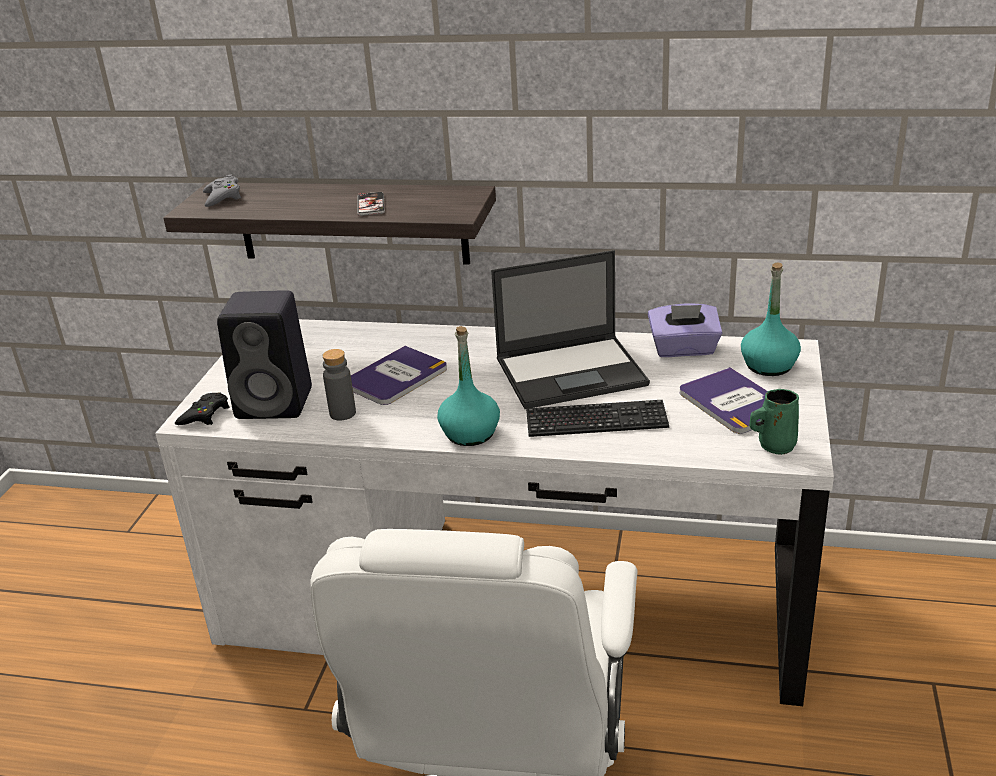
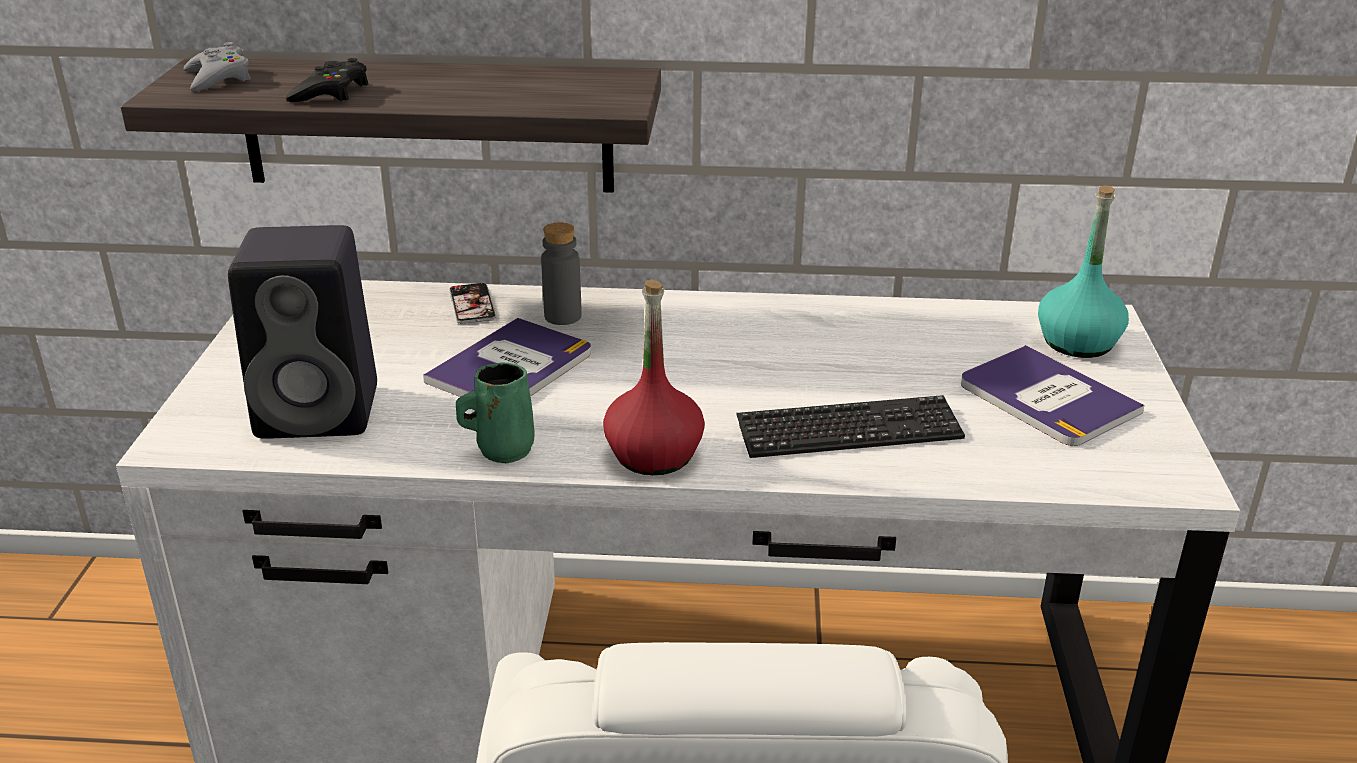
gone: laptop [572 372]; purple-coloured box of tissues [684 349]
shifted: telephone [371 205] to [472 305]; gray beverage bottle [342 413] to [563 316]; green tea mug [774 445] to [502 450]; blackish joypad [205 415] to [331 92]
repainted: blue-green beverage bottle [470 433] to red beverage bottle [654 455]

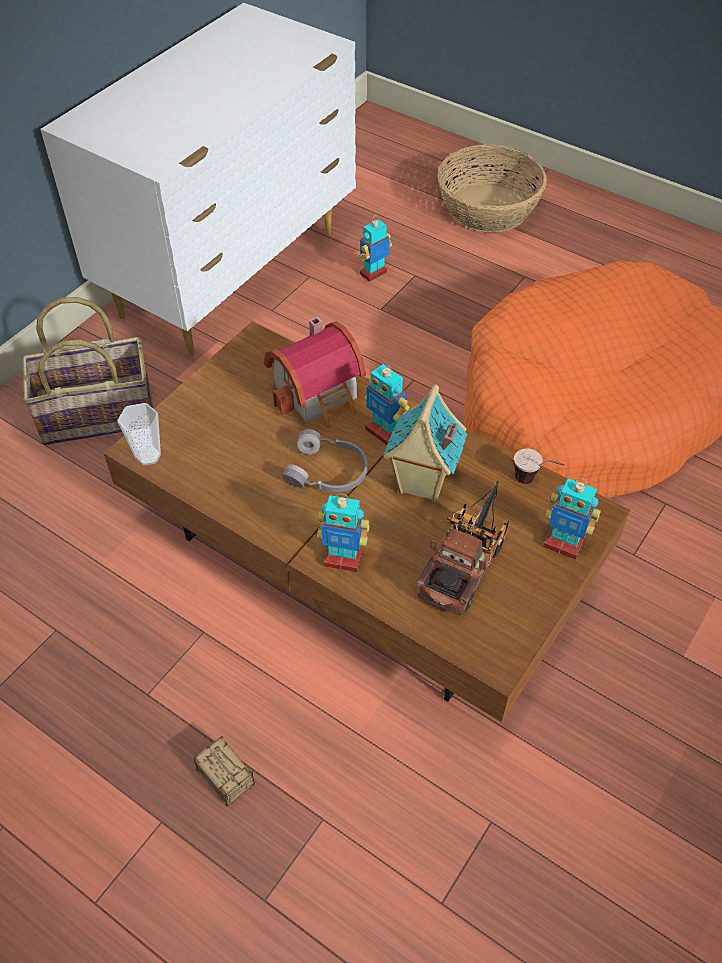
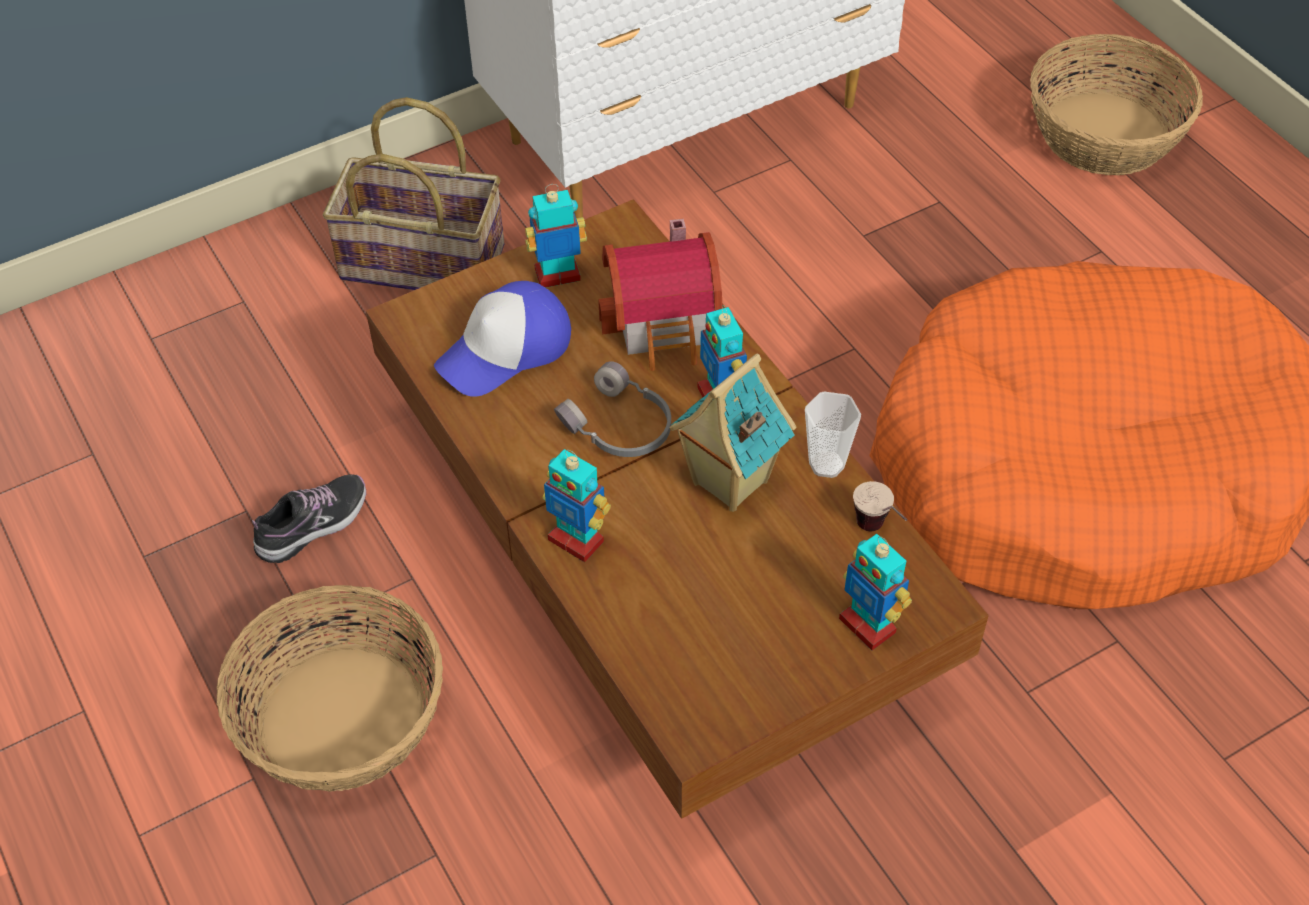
gone: toy truck [466 561]
new: cap [506 351]; item of footwear [313 525]
shifted: toy robot [373 273] to [558 276]; small cup [148 456] to [826 464]
swapped: storage container [205 751] to household basket [341 719]

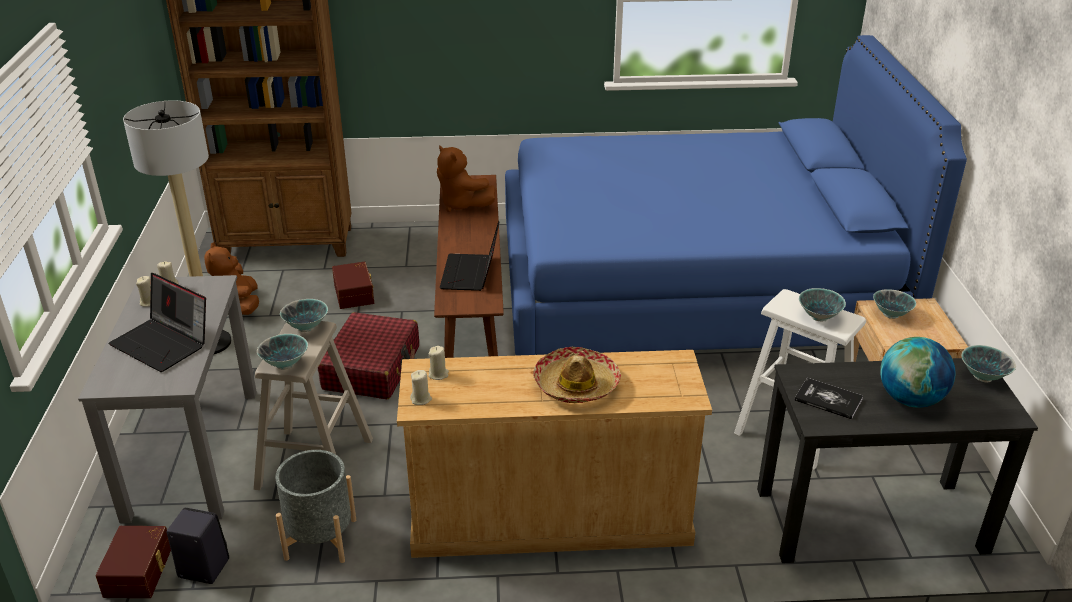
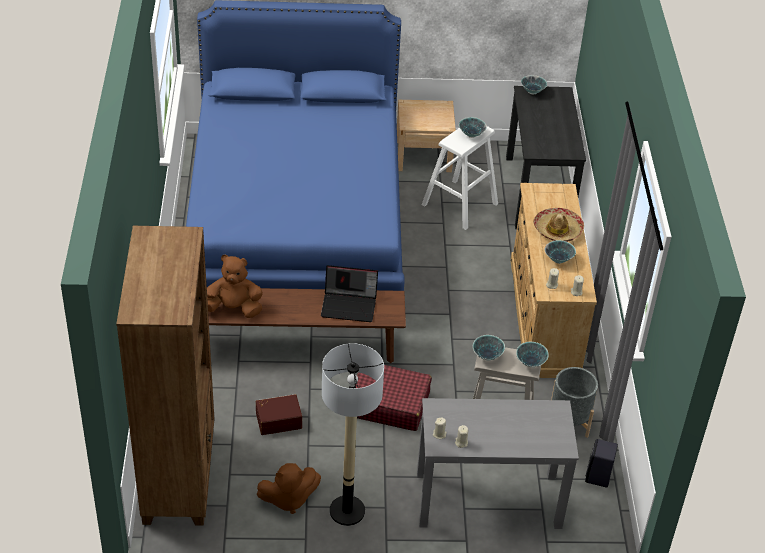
gone: laptop [164 343]; desk globe [910 399]; volume [828 400]; brown storage container [140 571]
shifted: deep dish [891 315] to [559 260]
rotated: brown soft toy [462 204] = [233 308] 135 degrees counterclockwise

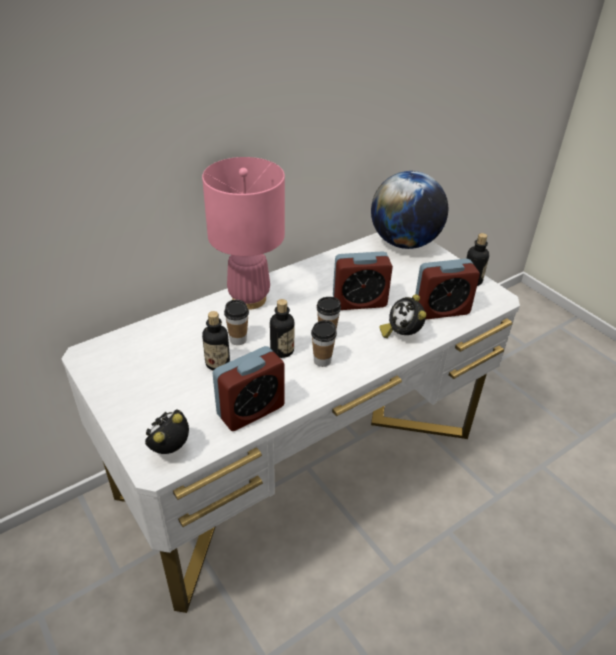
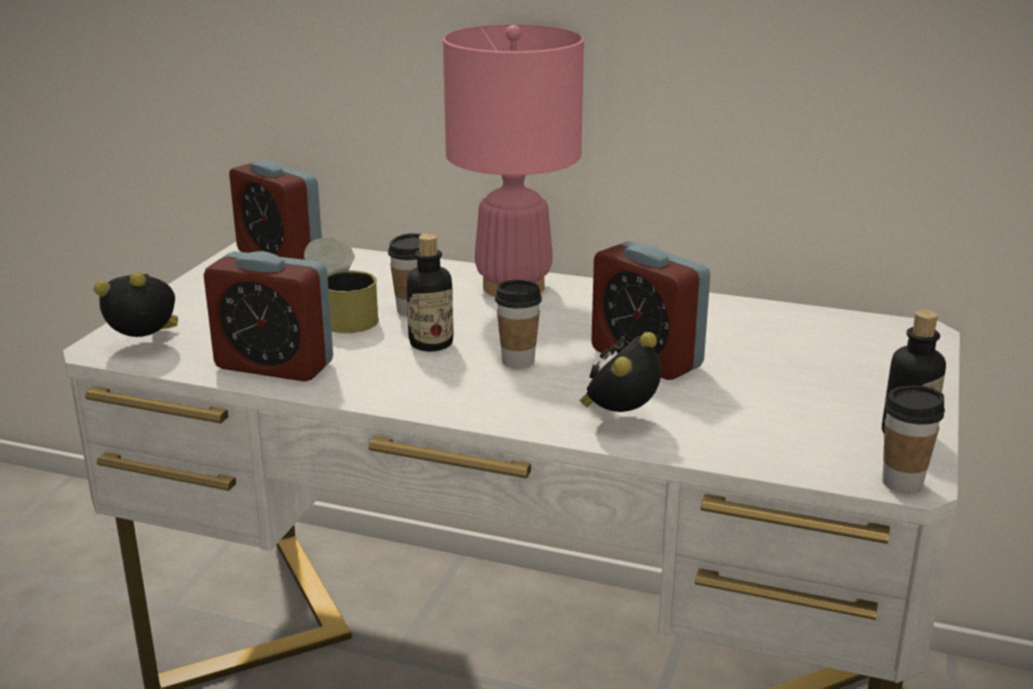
gone: desk globe [404 243]
shifted: table clock [441 310] to [280 256]; small cup [322 361] to [902 482]
swapped: beverage bottle [217 363] to metal can [343 315]

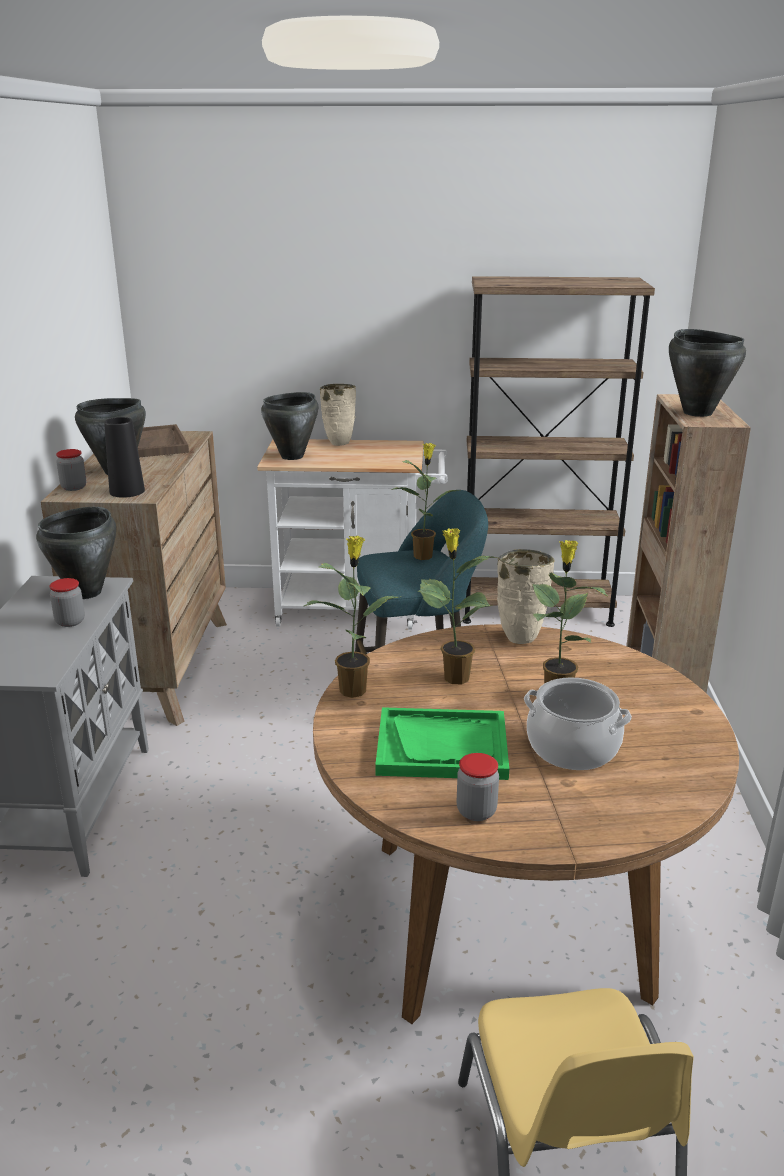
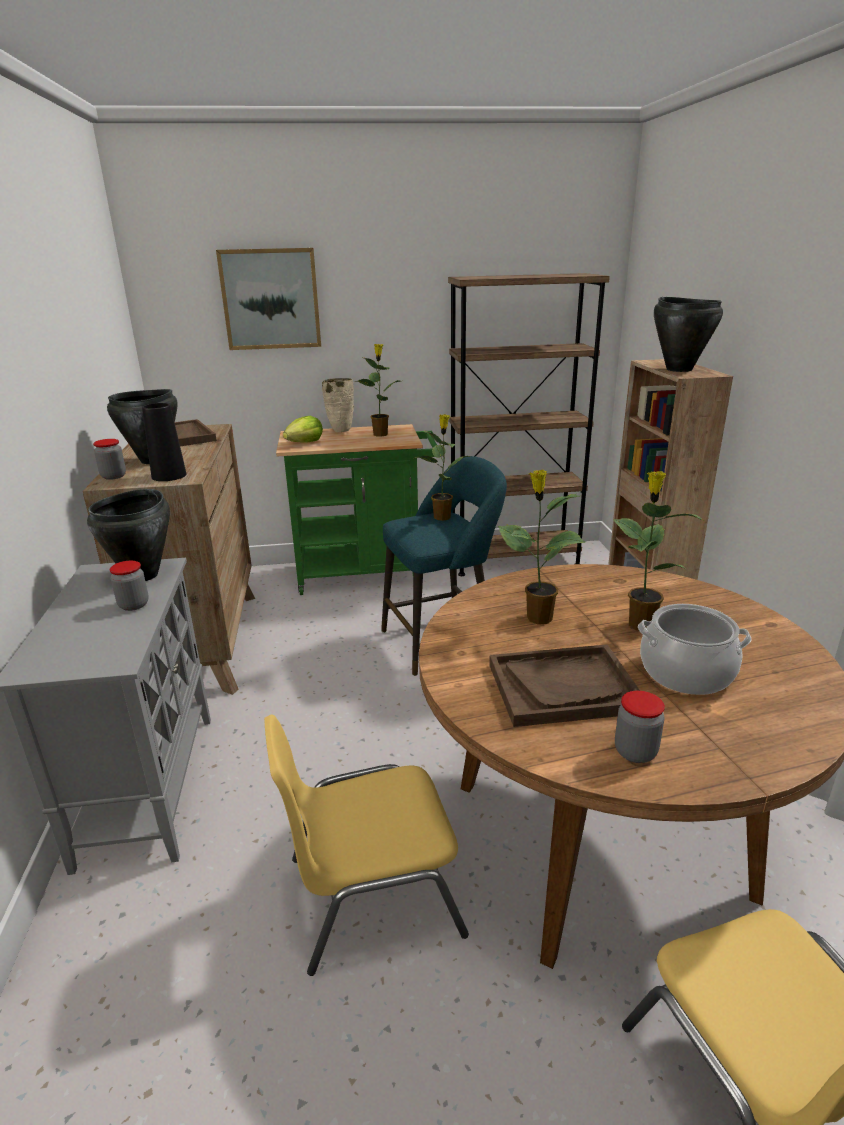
gone: beige-coloured decorative vase [521 636]
new: wall picture [271 299]; yellowish upright chair [371 894]
shifted: potted plant [354 689] to [380 434]
swapped: blackish saucepot [293 456] to lettuce [305 443]
repainted: whitish trolley [358 609] to green trolley [367 574]; green tray [442 747] to brown tray [563 687]

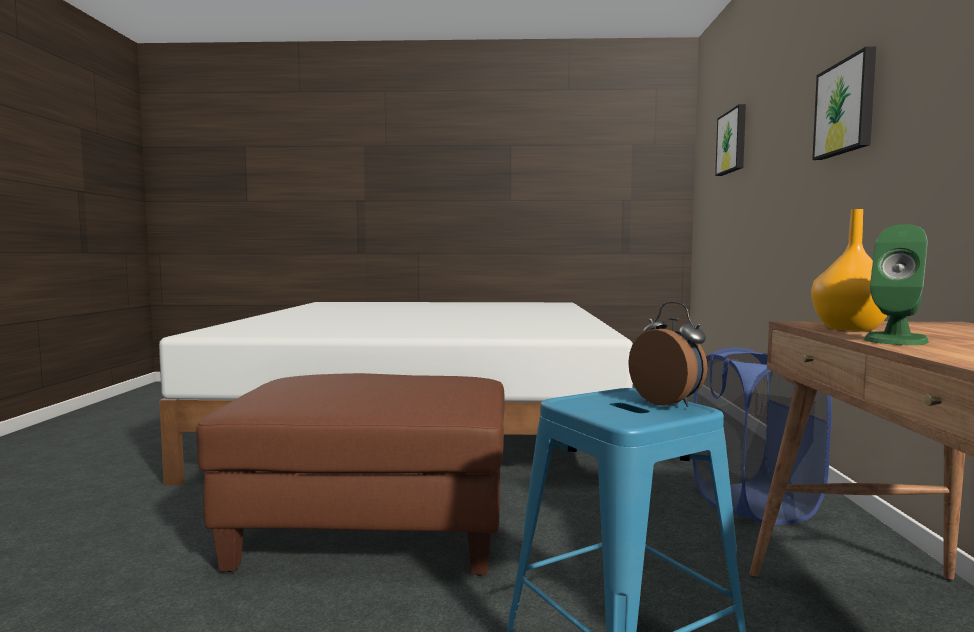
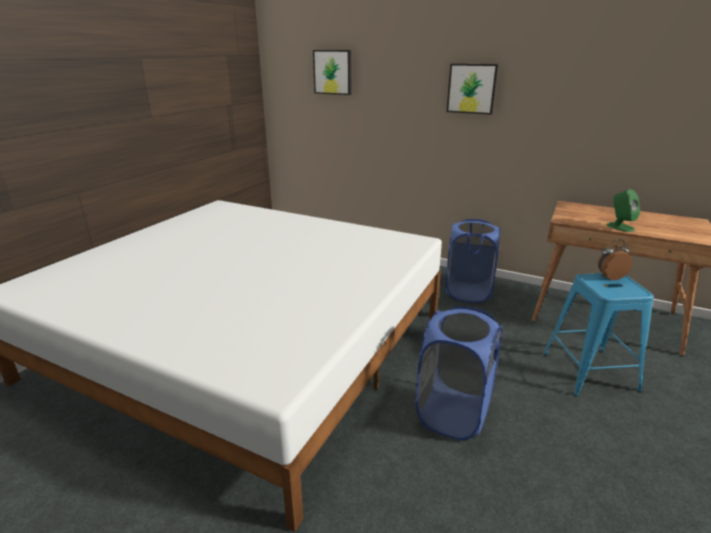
gone: orange-coloured decorative vase [849 328]
swapped: brown pouffe [374 531] to bluish hamper [453 413]

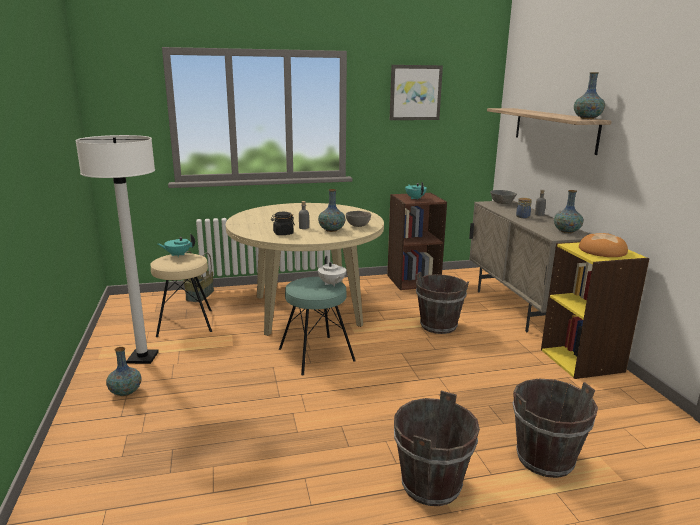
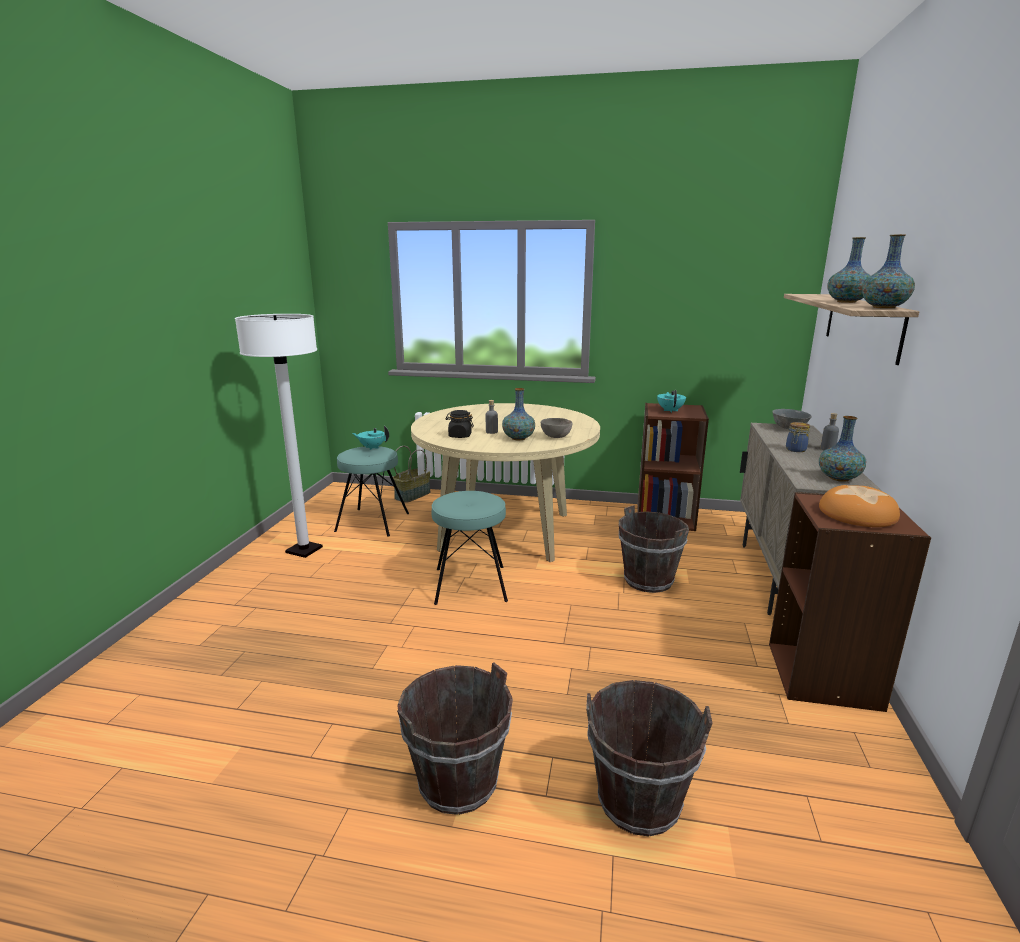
gone: wall picture [415 92]; whitish teapot [331 284]
shifted: decorative vase [125 392] to [846 302]
repainted: yellowish bookcase [582 360] to brown bookcase [824 676]; beige-coloured sitting stool [185 323] to blue-green sitting stool [373 522]

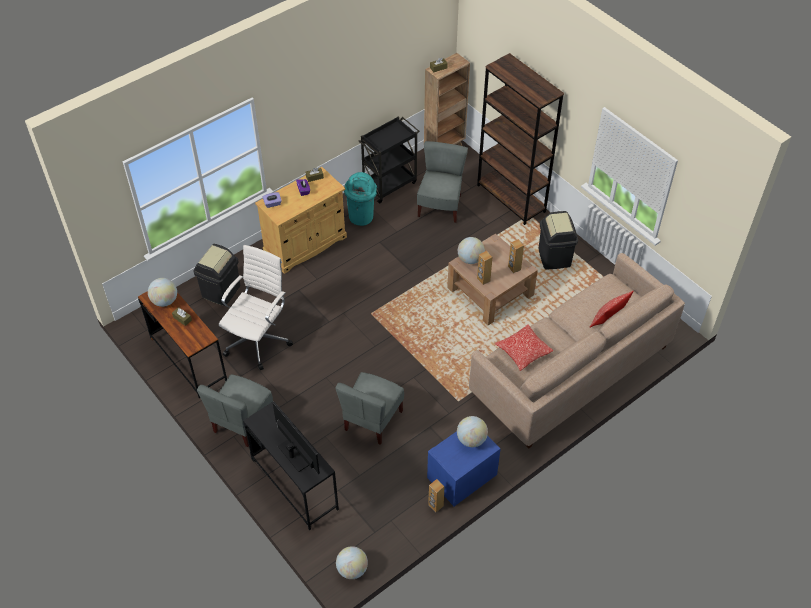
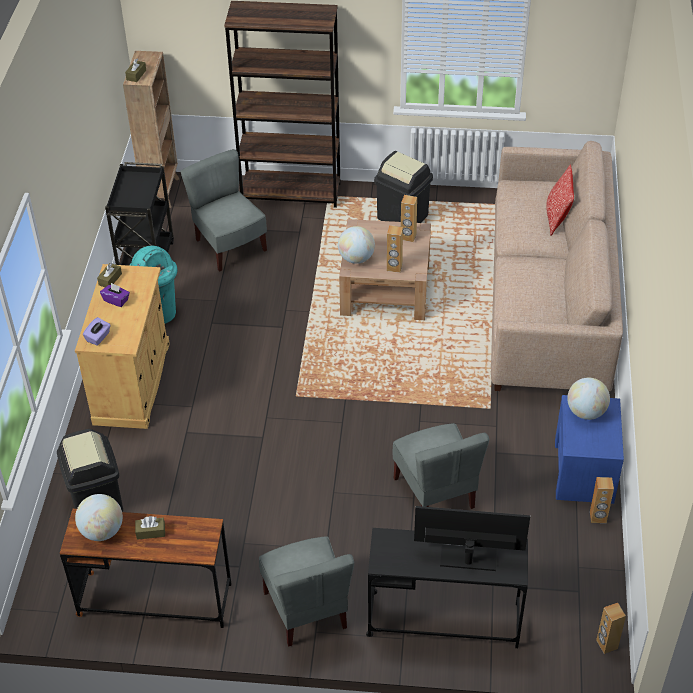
gone: whitish desk chair [259 339]; throw pillow [523 351]
swapped: desk globe [352 569] to brown speaker [606 644]

